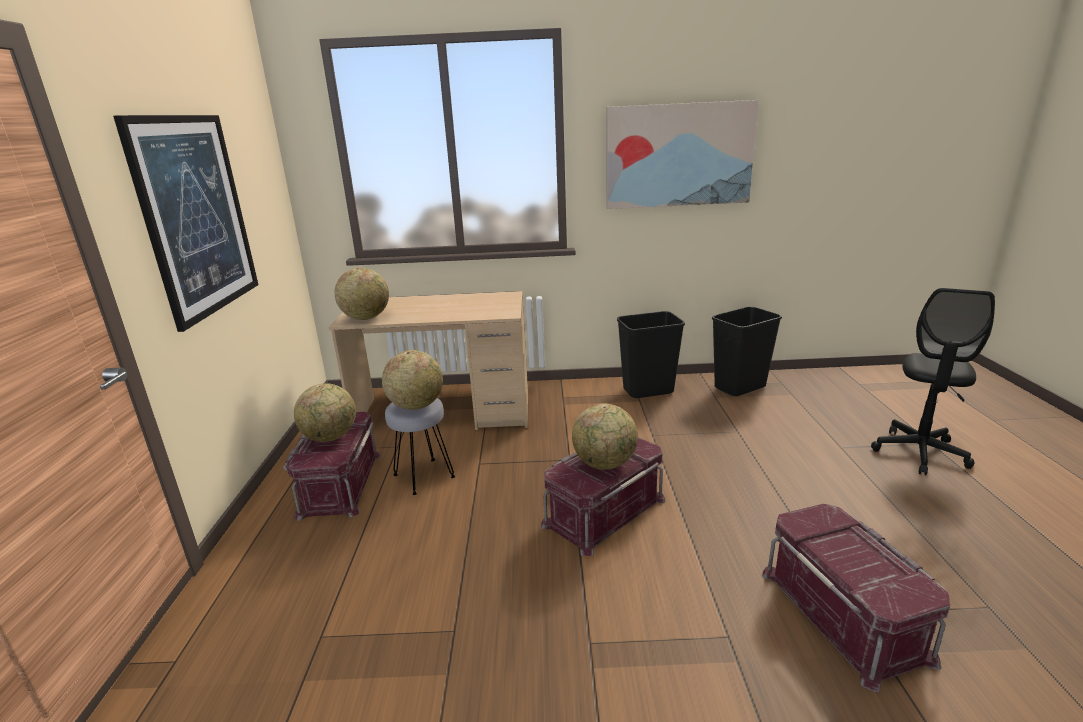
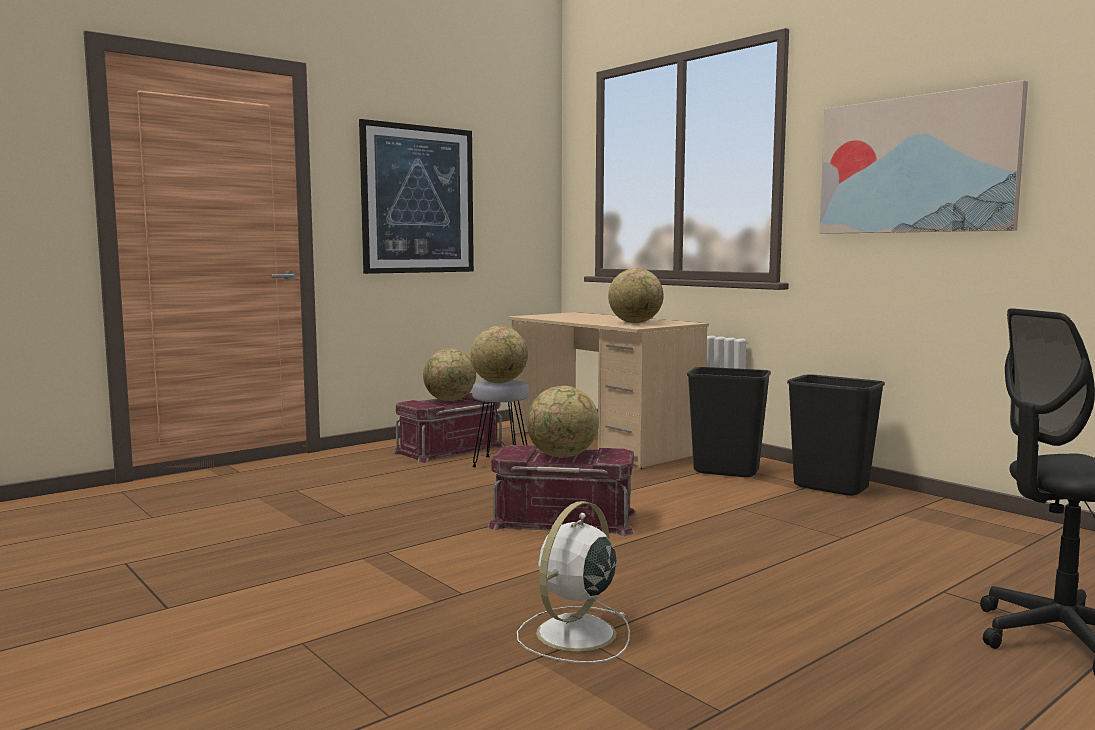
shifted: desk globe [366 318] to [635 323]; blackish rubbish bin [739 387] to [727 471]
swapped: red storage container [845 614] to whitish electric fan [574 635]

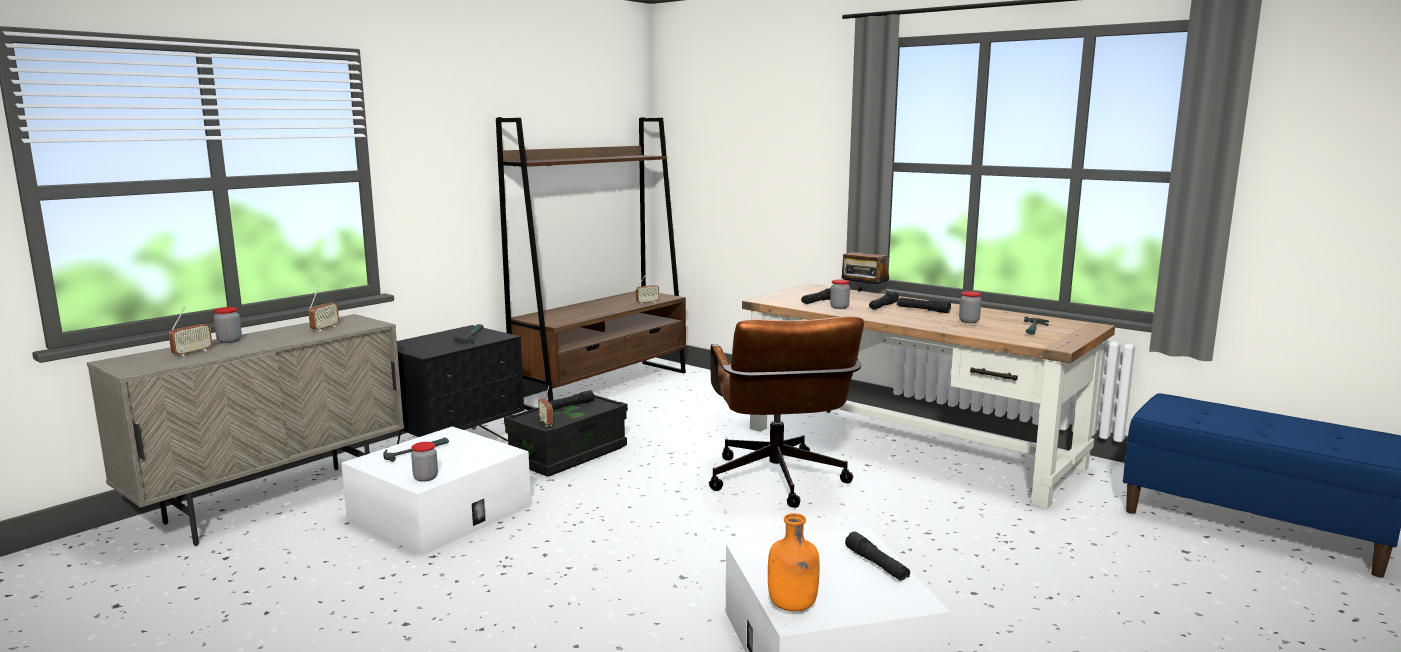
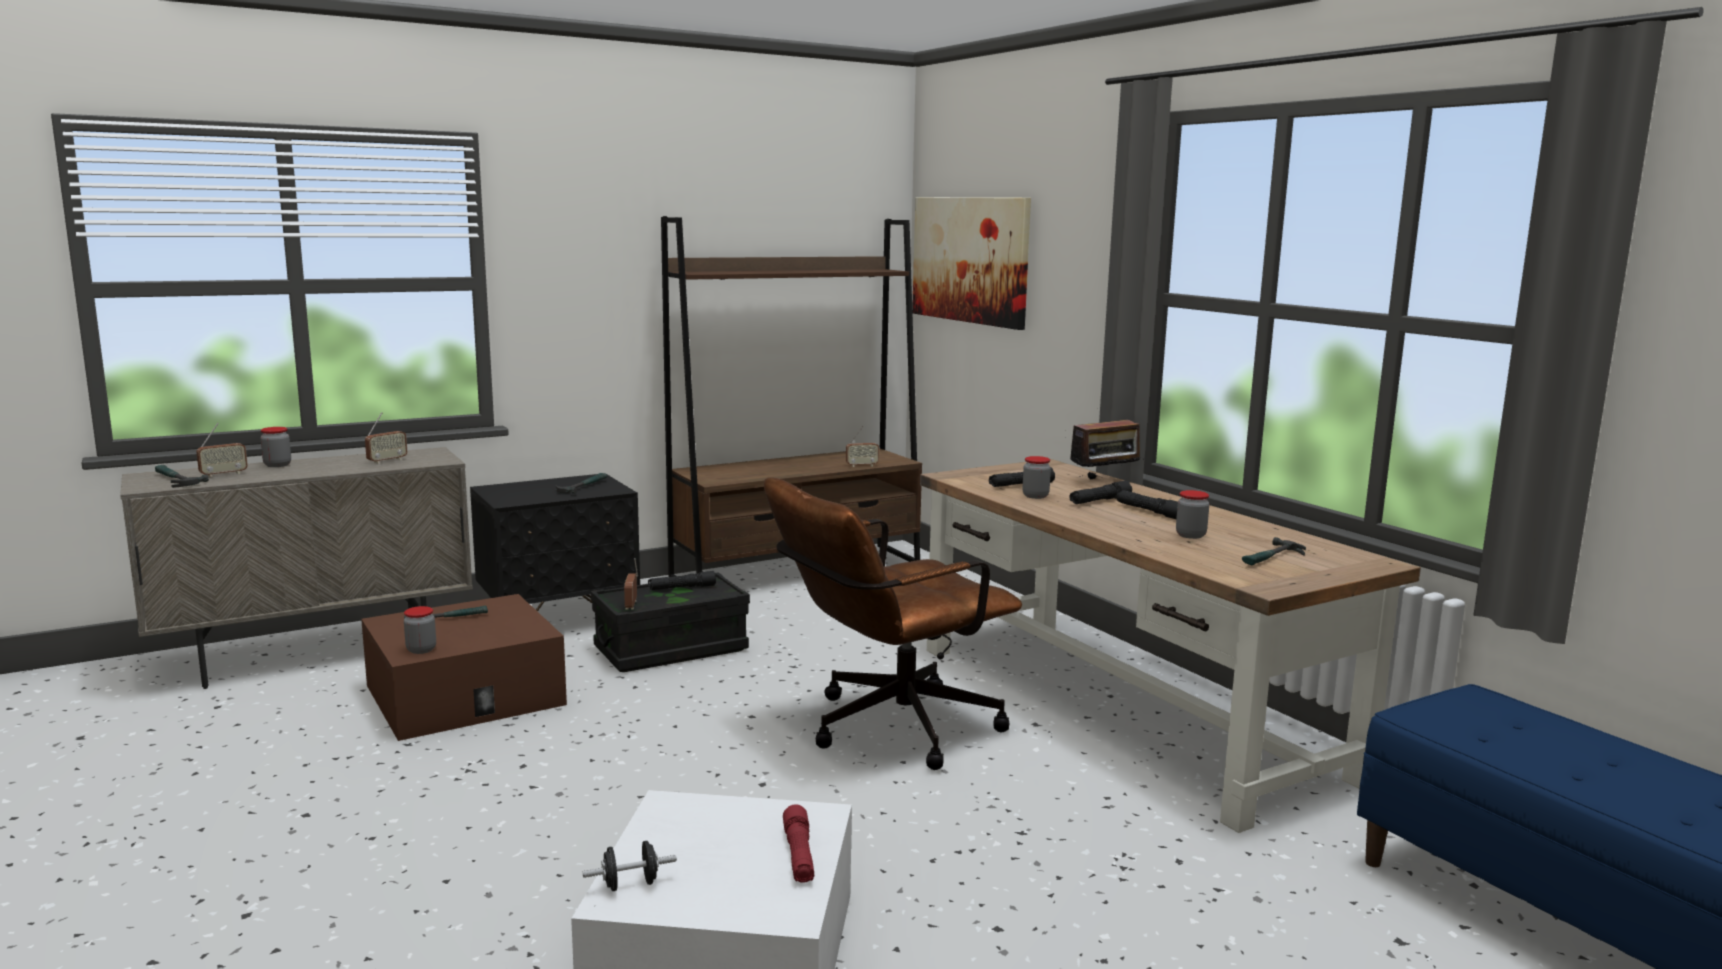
new: wall picture [970 260]; hand hammer [175 480]
swapped: orange-coloured beverage bottle [792 606] to blackish hand weight [630 884]
repainted: whitish storage container [440 512] to brown storage container [465 695]; blackish hand torch [876 565] to red hand torch [799 855]
rotated: radio receiver [863 293] = [1105 480] 90 degrees counterclockwise; brown desk chair [778 484] = [887 730] 45 degrees clockwise

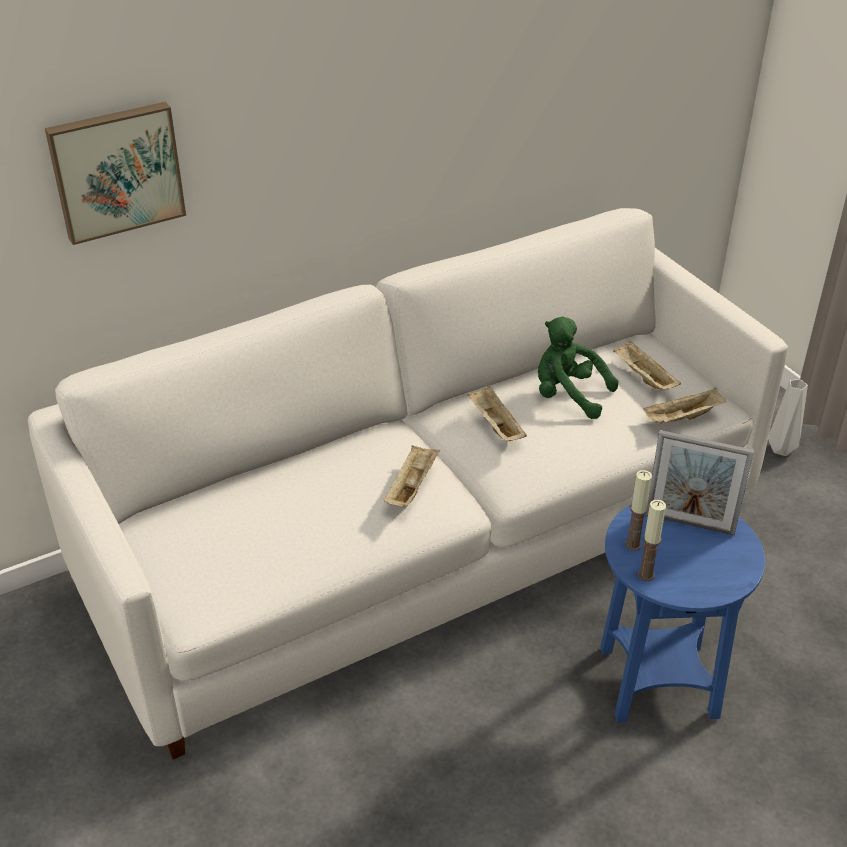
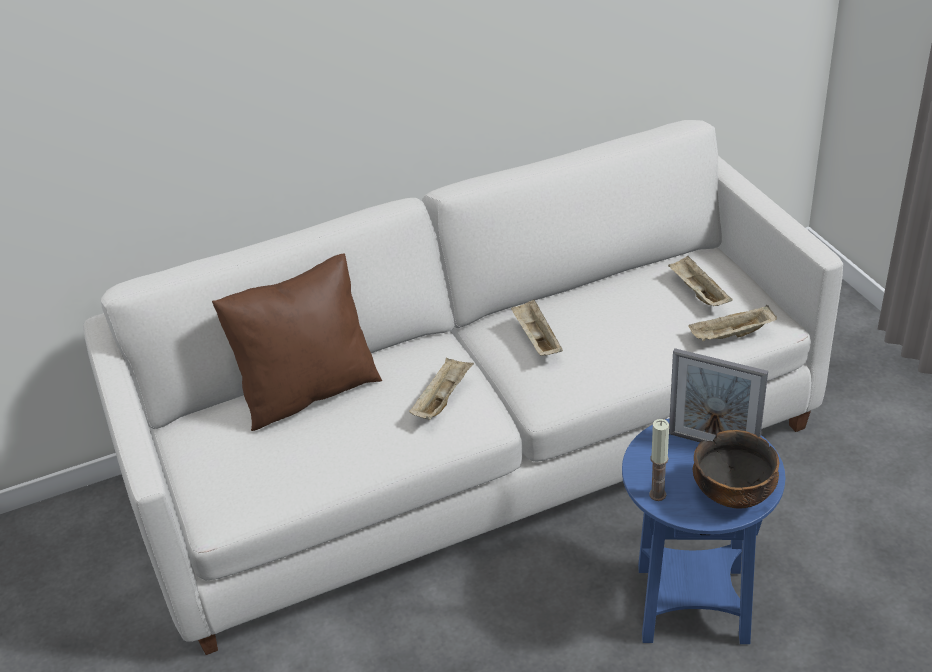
gone: wall picture [116 170]; green soft toy [568 395]; gray decorative vase [781 449]; wax light [633 544]
new: brown throw pillow [308 391]; deep dish [733 495]

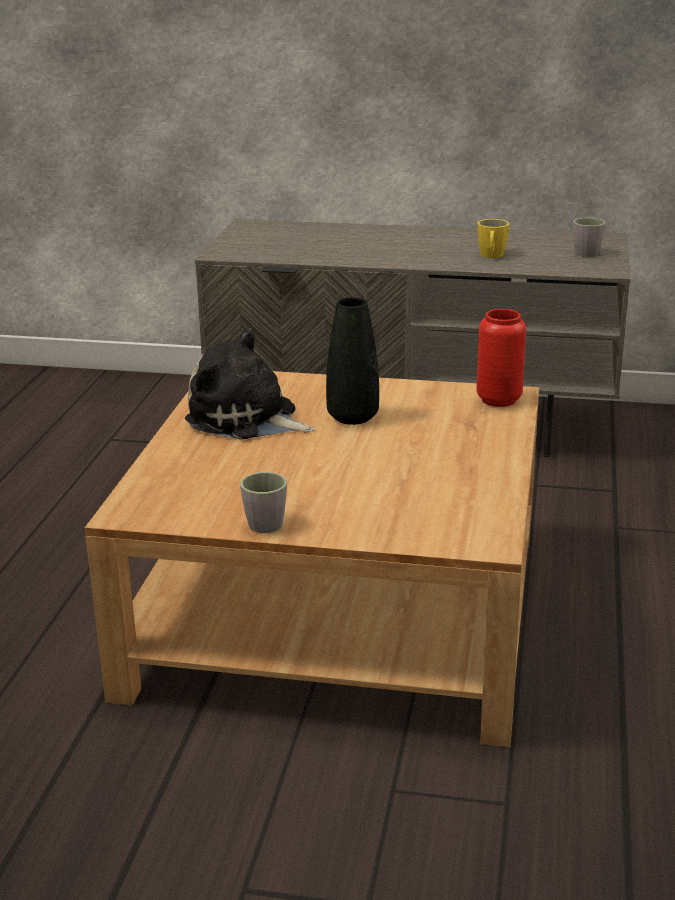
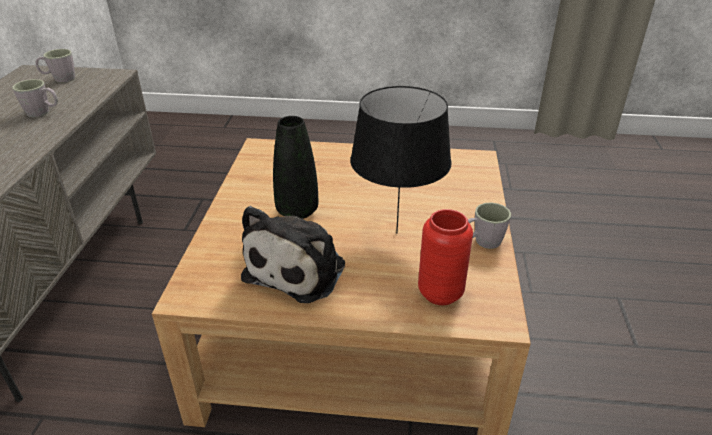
new: blackish lamp for a table [396 232]
shifted: red decorative vase [499 400] to [440 293]
repainted: yellowish tea mug [491 256] to gray tea mug [43 113]

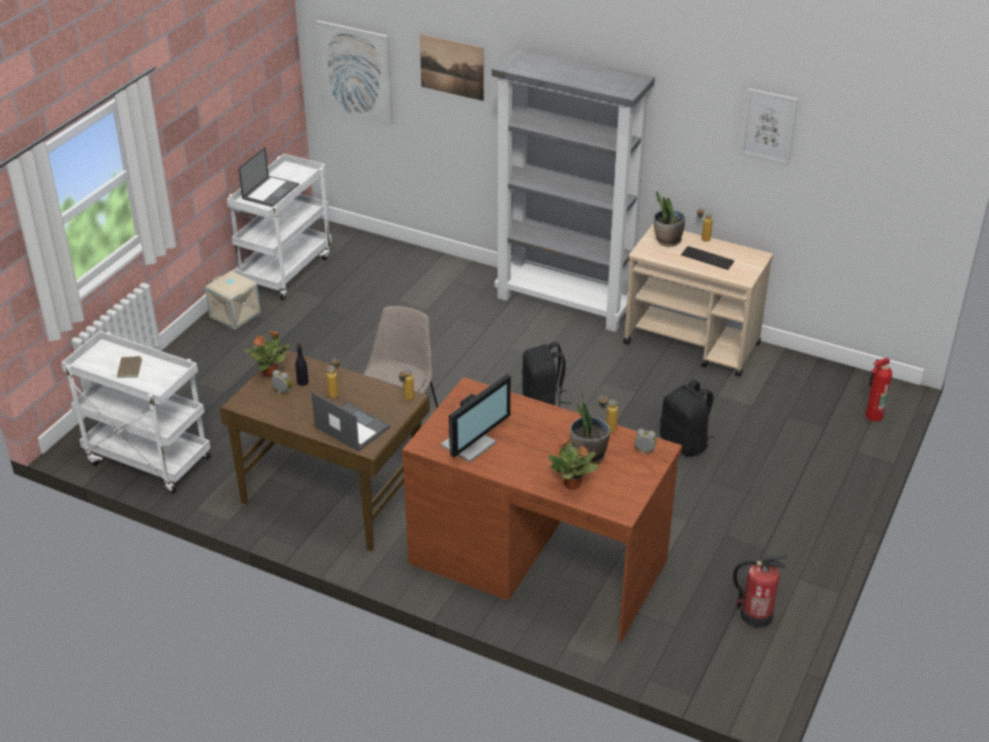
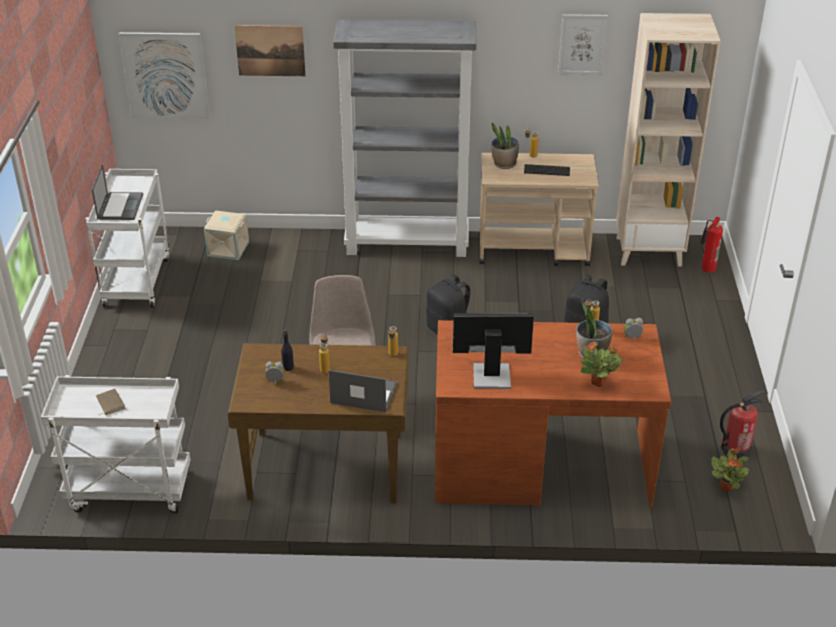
new: beige-coloured bookcase [649 251]
shifted: beige-coloured storage container [235 314] to [228 248]; potted plant [270 372] to [726 486]
rotated: computer screen [470 444] = [490 375] 105 degrees counterclockwise

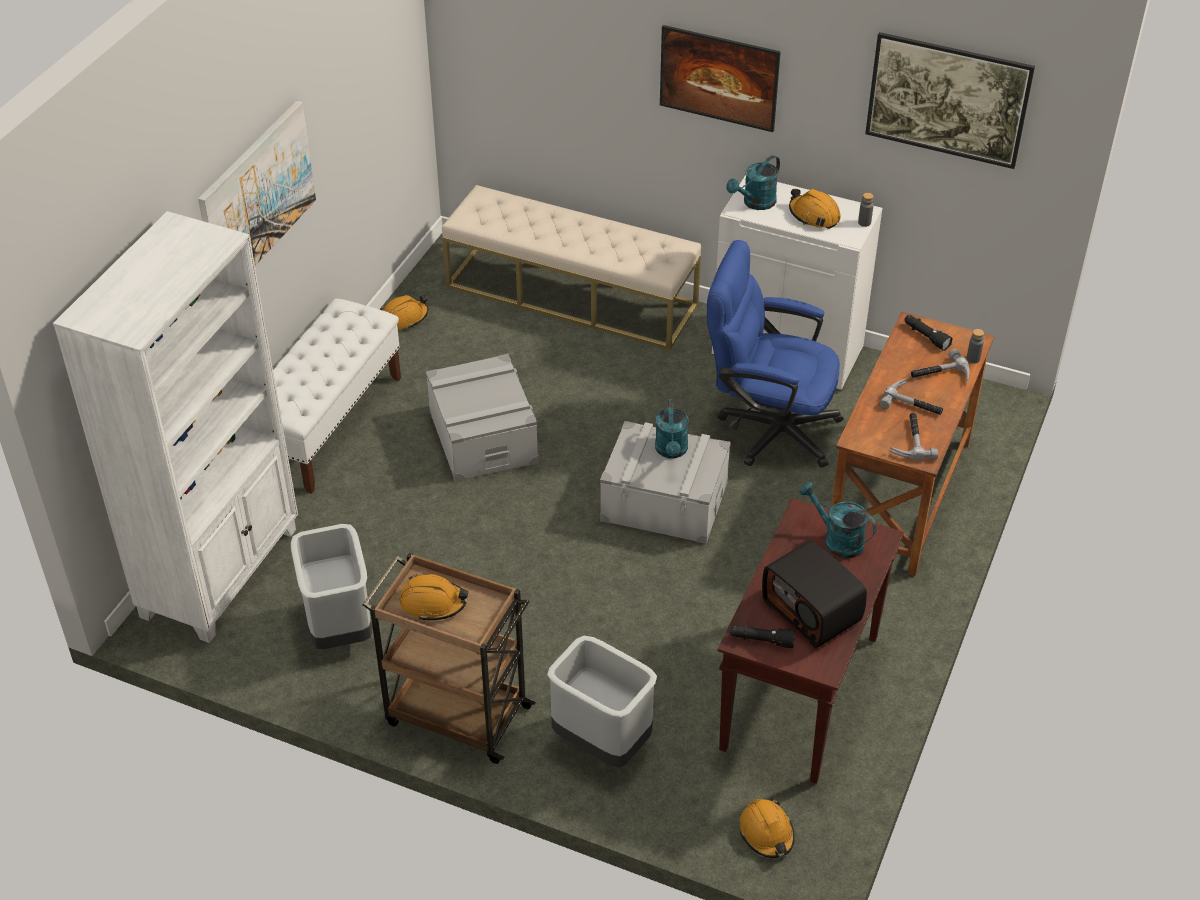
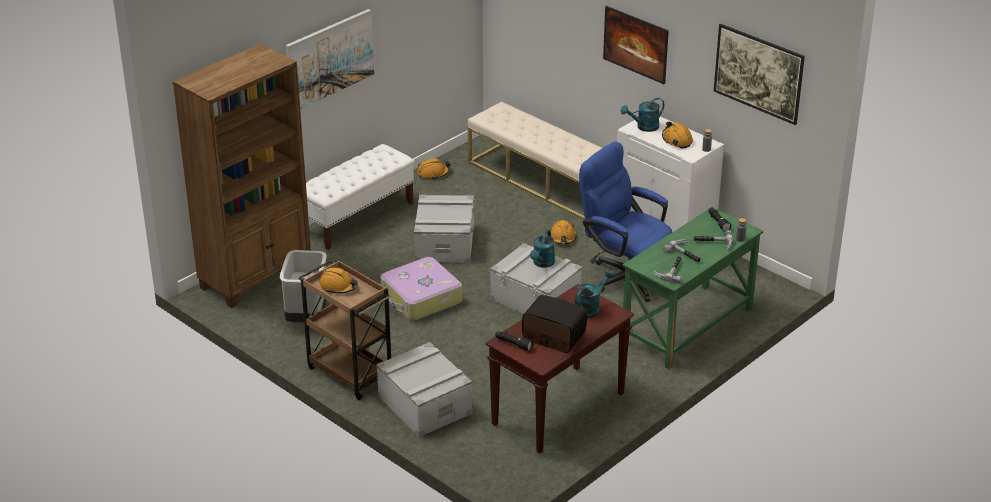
new: suitcase [421 298]
shifted: orange-coloured safety helmet [766 833] to [562 237]
swapped: gray rubbish bin [600 742] to gray storage container [424 405]
repainted: whitish bookcase [222 572] to brown bookcase [256 276]; brown desk [900 494] to green desk [687 326]
rotated: blue-green watering can [837 540] = [590 308] 75 degrees clockwise; radio receiver [813 611] = [553 337] 135 degrees clockwise

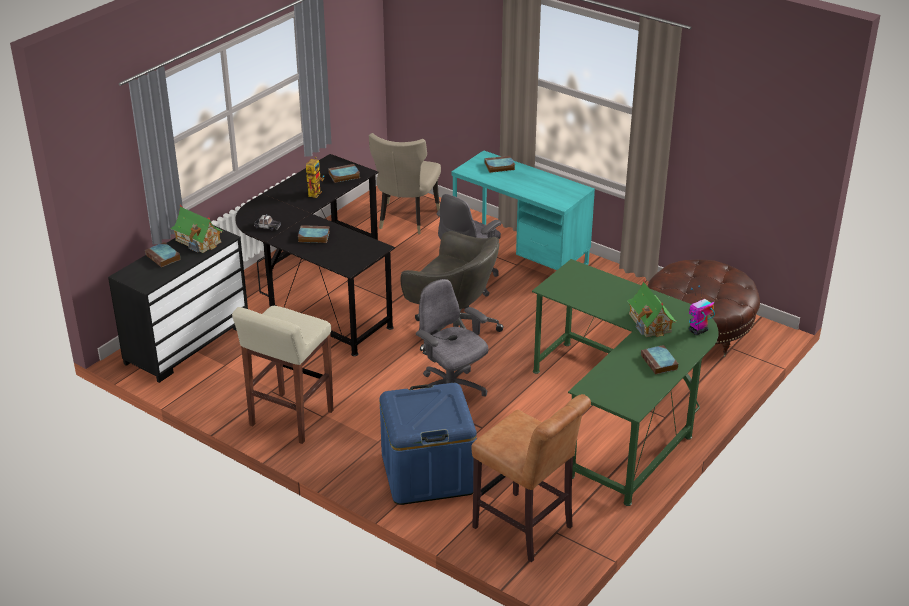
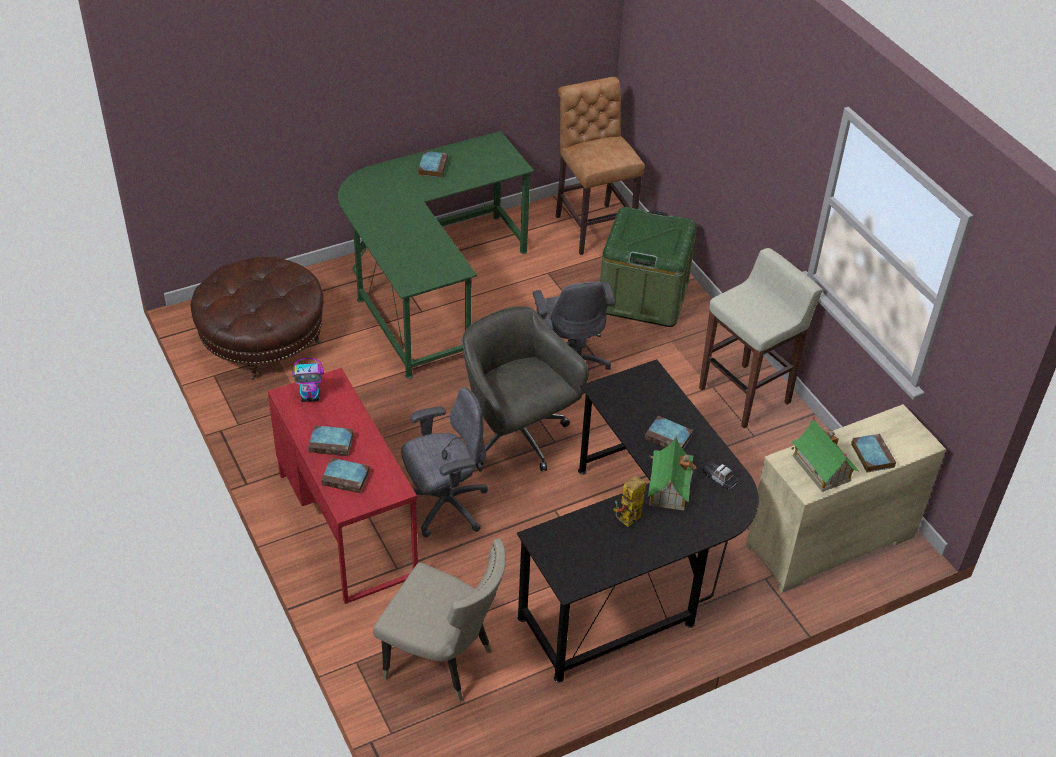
shifted: volume [343 176] to [332 443]; model house [650 323] to [669 487]; toy robot [697 331] to [310 397]
repainted: blue-green desk [520 255] to red desk [347 523]; blackish dresser [187 342] to beige-coloured dresser [830 543]; bluish storage container [428 473] to green storage container [643 296]
rotated: beige-coloured upright chair [405 220] = [443 661] 75 degrees clockwise

